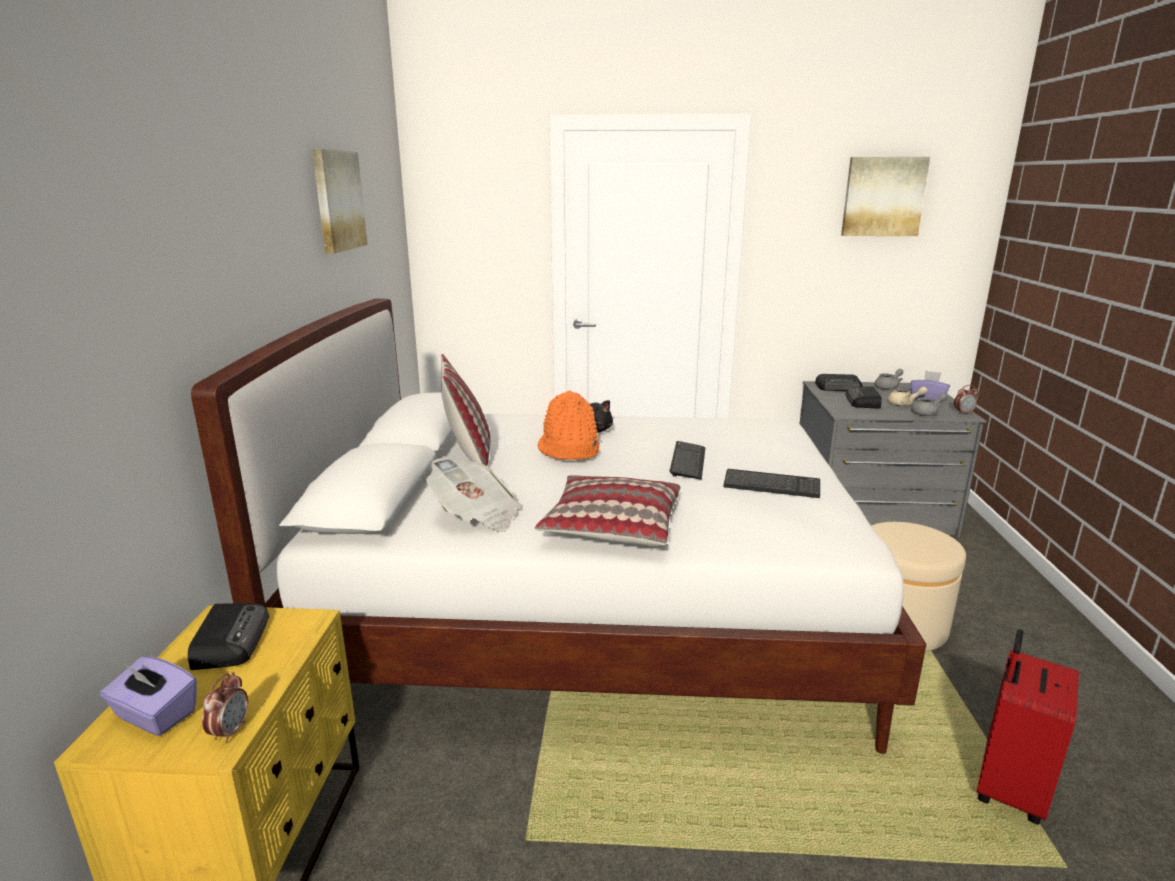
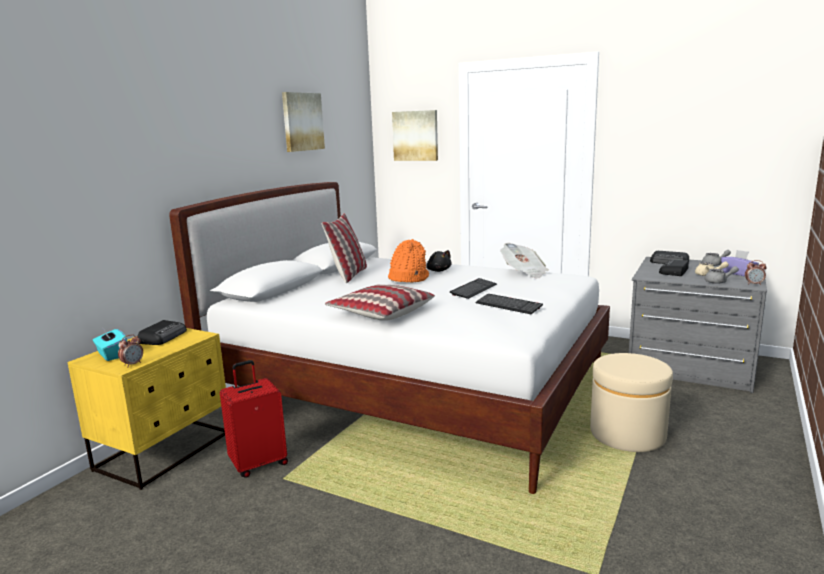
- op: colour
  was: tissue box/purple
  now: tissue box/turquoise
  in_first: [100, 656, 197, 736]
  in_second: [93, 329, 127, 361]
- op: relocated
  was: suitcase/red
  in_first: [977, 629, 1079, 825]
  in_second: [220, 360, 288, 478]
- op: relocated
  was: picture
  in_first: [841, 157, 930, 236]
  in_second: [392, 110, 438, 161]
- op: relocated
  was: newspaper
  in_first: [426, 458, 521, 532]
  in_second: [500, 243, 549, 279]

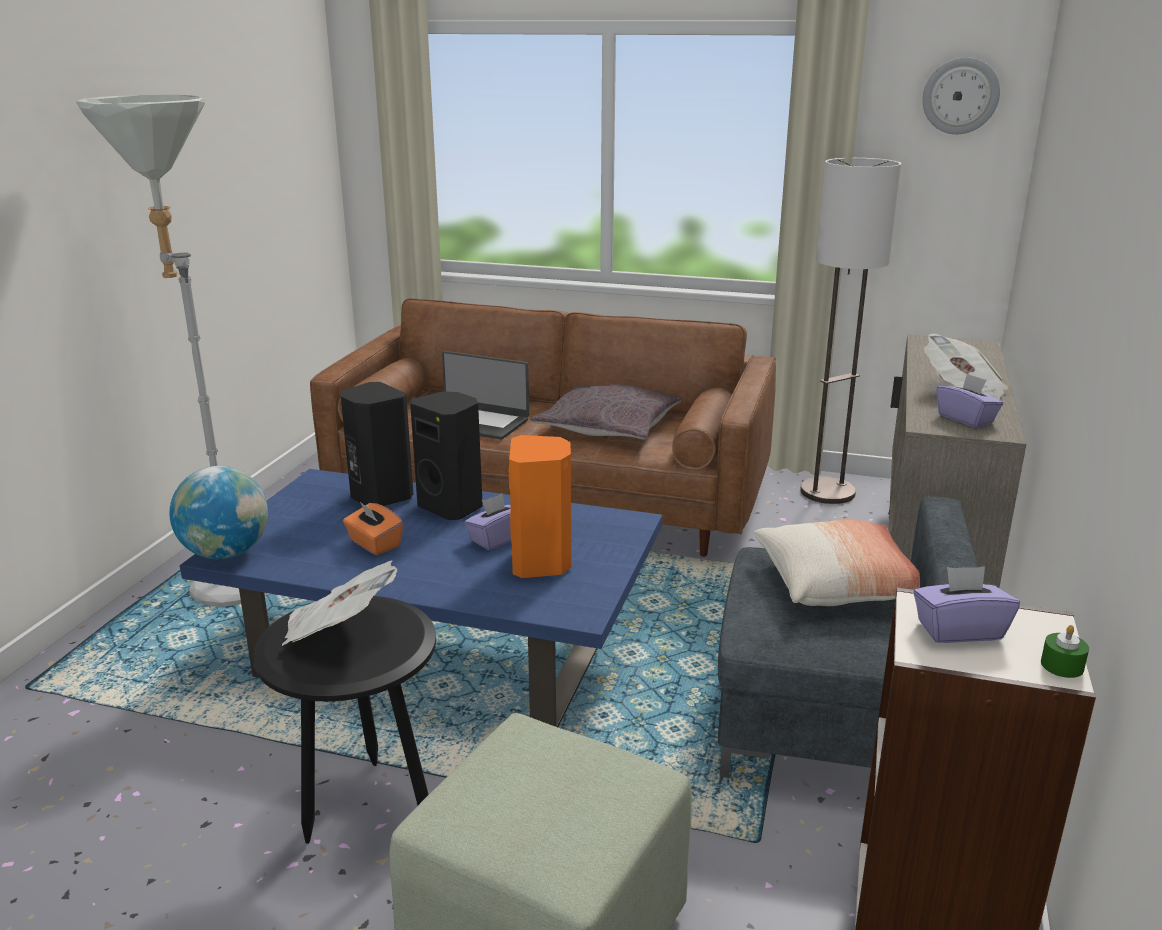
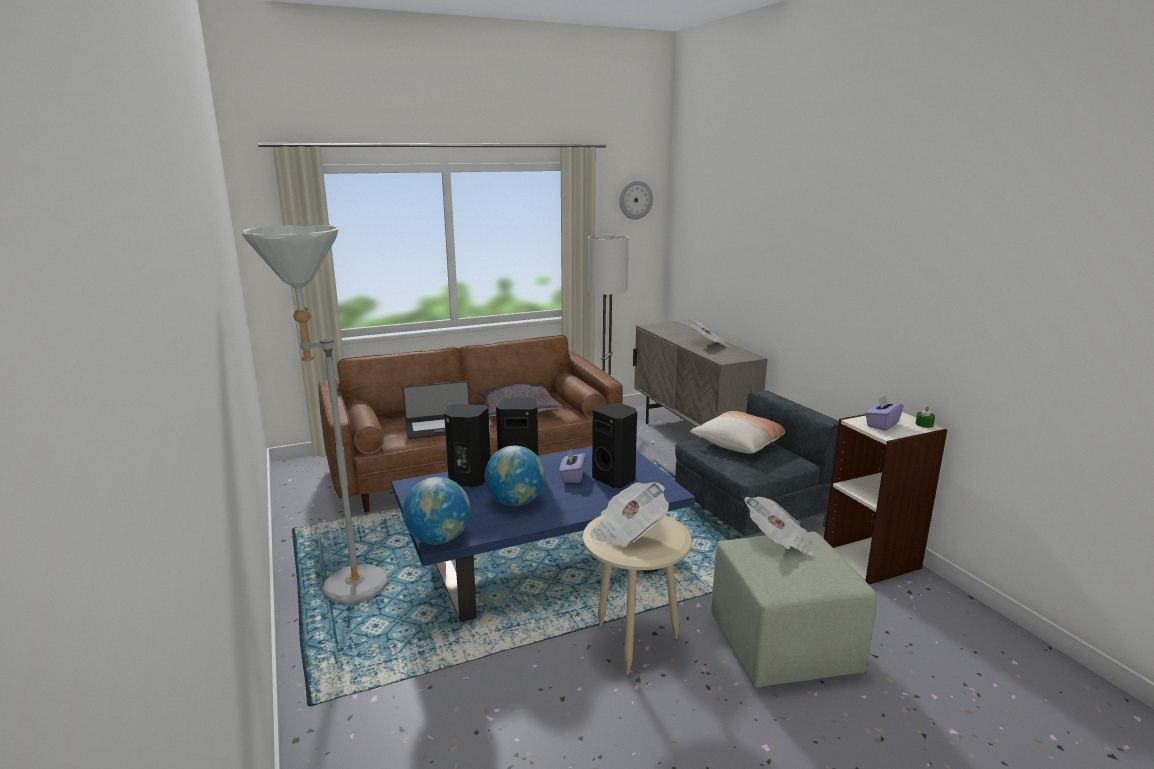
- op: exchanged
  was: tissue box/orange
  now: globe
  in_first: [343, 502, 403, 555]
  in_second: [485, 446, 545, 506]
- op: colour
  was: side table/black
  now: side table/beige
  in_first: [253, 596, 436, 844]
  in_second: [583, 515, 692, 675]
- op: colour
  was: speaker/orange
  now: speaker/black
  in_first: [509, 435, 571, 578]
  in_second: [592, 403, 637, 488]
- op: appeared
  now: newspaper
  in_second: [744, 496, 813, 556]
- op: missing
  was: tissue box/purple
  in_first: [936, 373, 1003, 428]

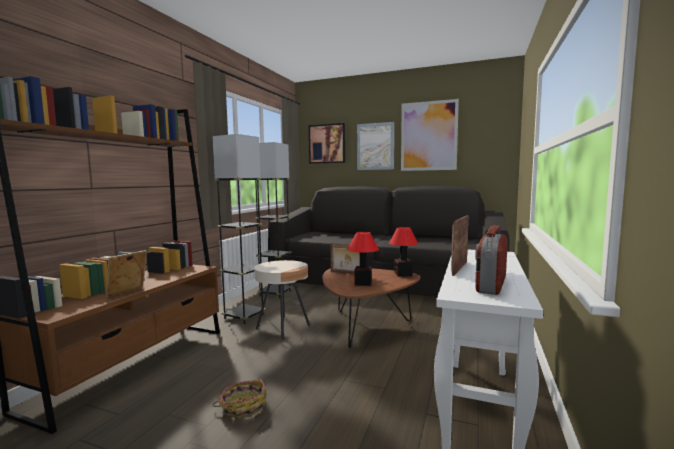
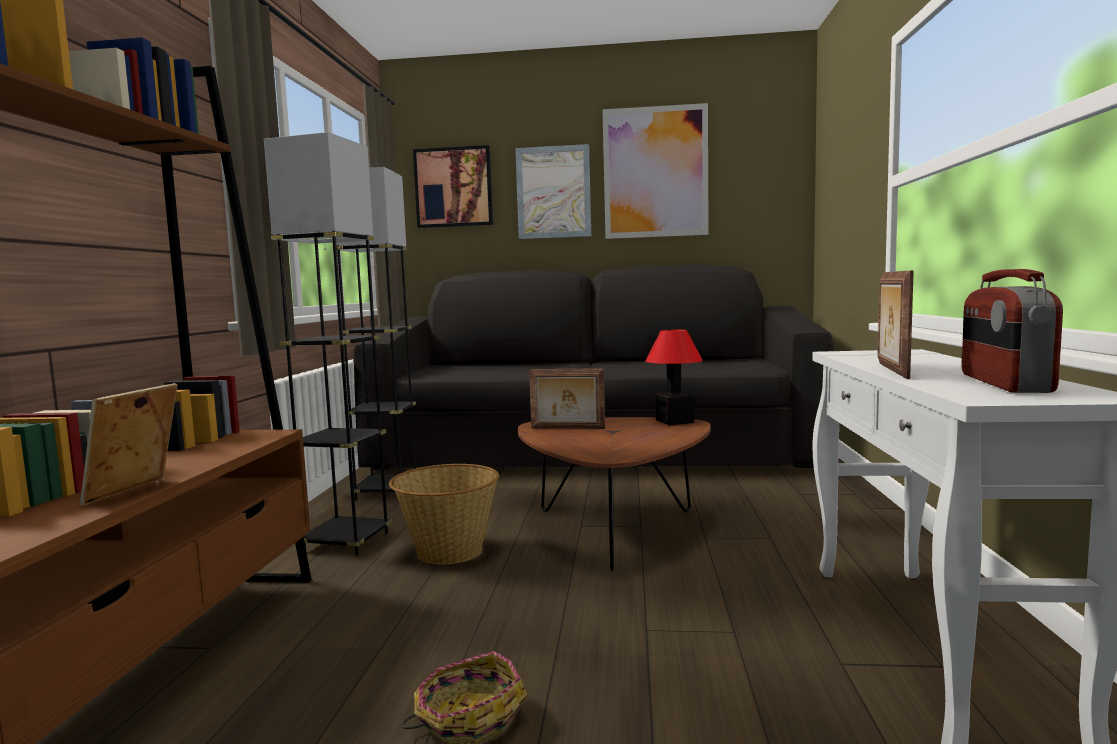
- op: exchanged
  was: side table/beige
  now: basket
  in_first: [254, 260, 310, 339]
  in_second: [389, 464, 499, 565]
- op: missing
  was: table lamp
  in_first: [347, 232, 379, 286]

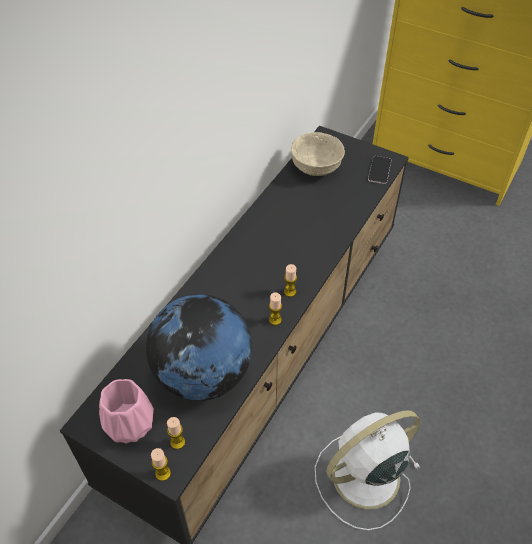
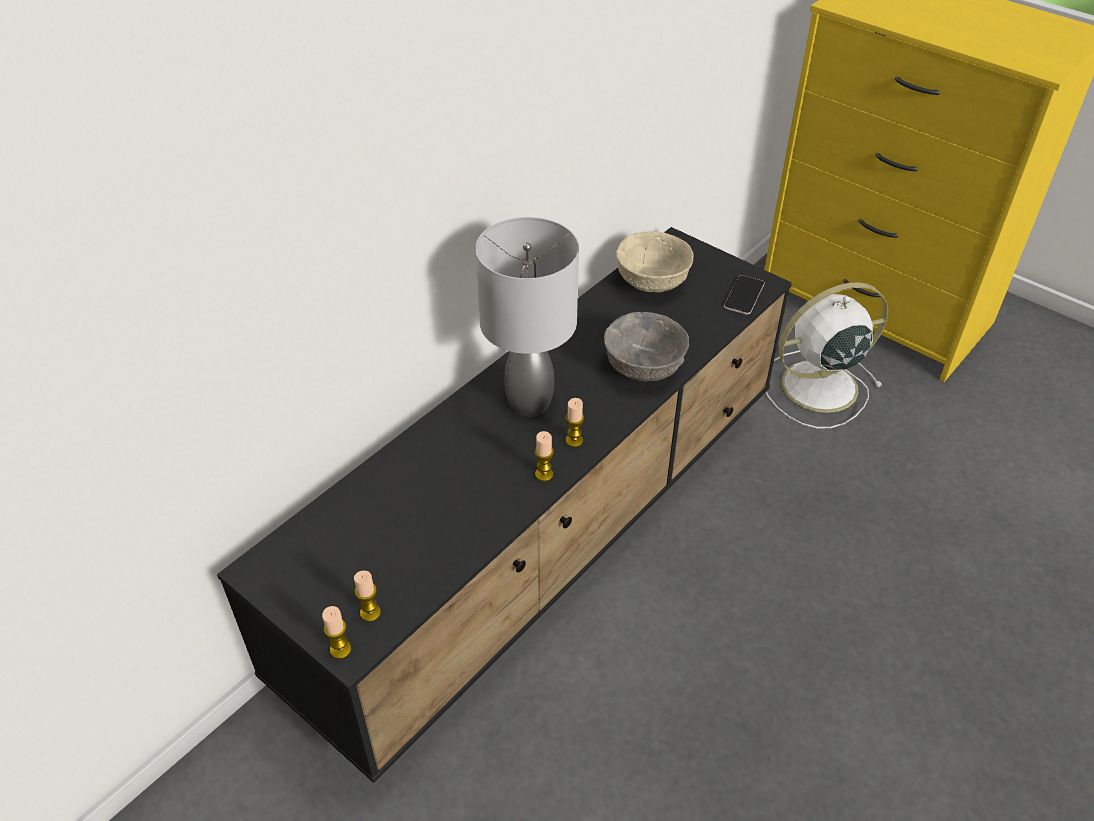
- op: appeared
  now: table lamp/grey
  in_second: [475, 217, 579, 417]
- op: appeared
  now: bowl/grey
  in_second: [604, 312, 689, 382]
- op: relocated
  was: fan/white
  in_first: [315, 410, 420, 531]
  in_second: [765, 282, 888, 428]
- op: missing
  was: vase/pink
  in_first: [99, 379, 154, 443]
- op: missing
  was: globe
  in_first: [146, 294, 252, 401]

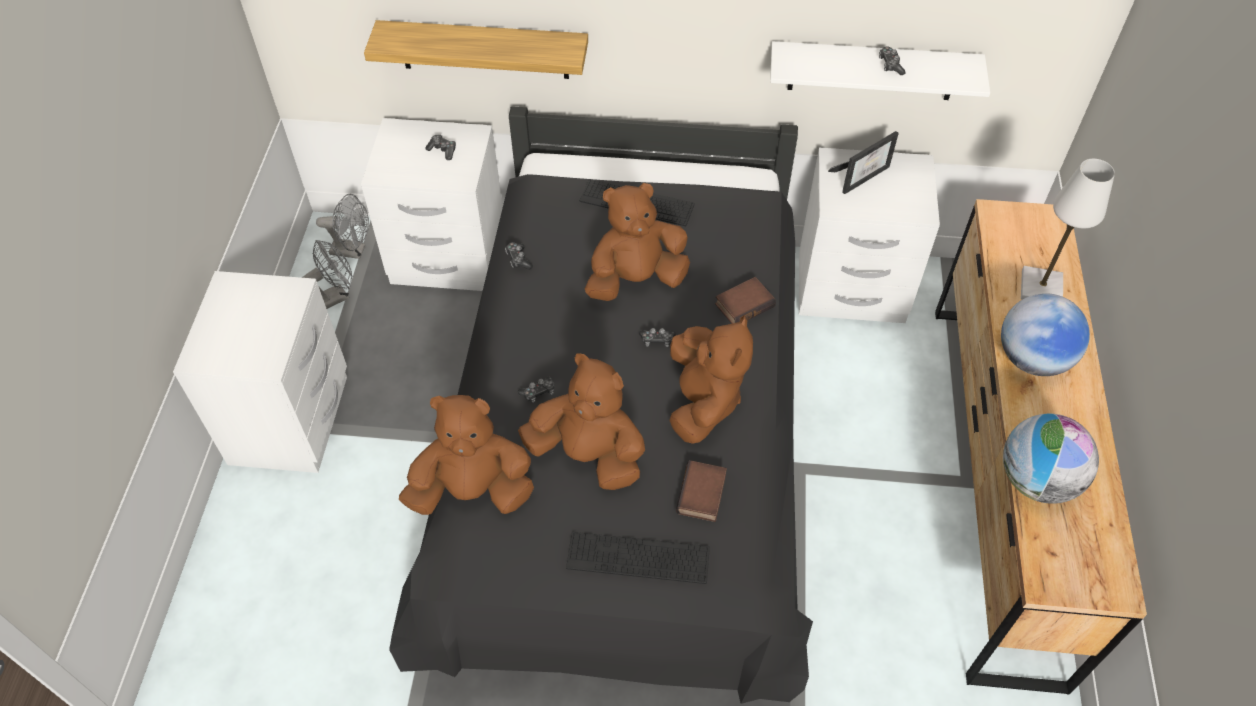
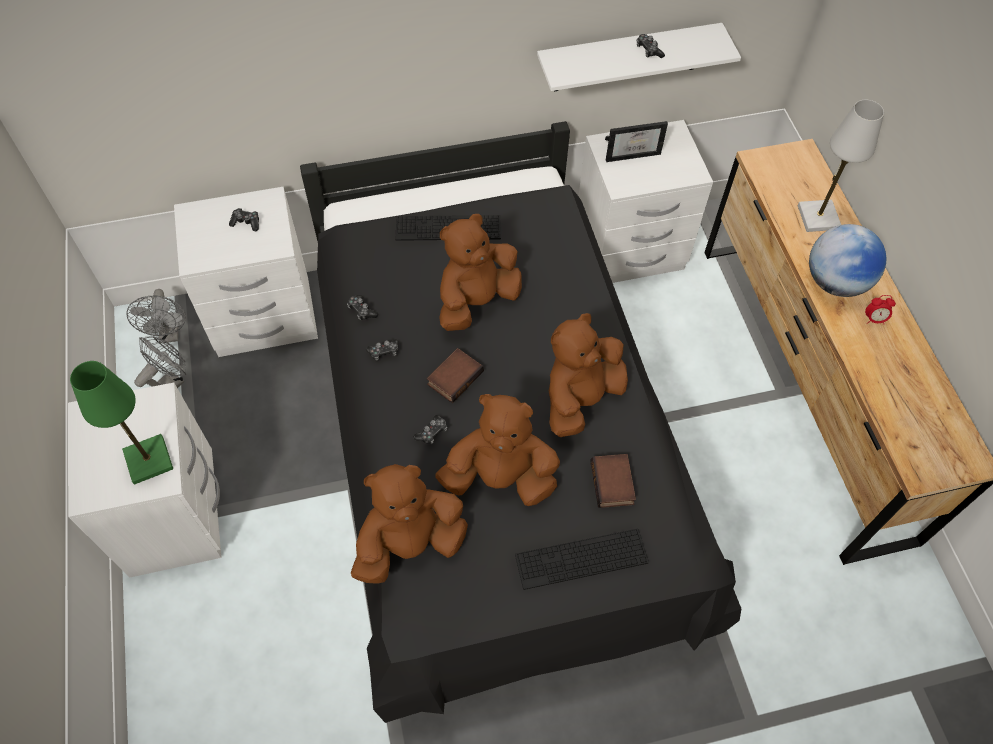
- op: appeared
  now: table lamp/green
  in_second: [70, 361, 173, 484]
- op: spun
  was: fan/grey
  in_first: [316, 194, 369, 259]
  in_second: [126, 289, 186, 343]
  clockwise: 90
- op: relocated
  was: game controller
  in_first: [639, 328, 676, 347]
  in_second: [366, 339, 399, 361]
- op: relocated
  was: book
  in_first: [715, 277, 776, 324]
  in_second: [427, 348, 484, 403]
- op: spun
  was: plush toy/brown
  in_first: [669, 315, 753, 444]
  in_second: [549, 313, 628, 437]
  clockwise: -120
- op: spun
  was: picture frame
  in_first: [828, 131, 899, 194]
  in_second: [605, 121, 668, 162]
  clockwise: 45
- op: appeared
  now: alarm clock
  in_second: [865, 295, 896, 324]
- op: missing
  was: shelf
  in_first: [364, 20, 588, 79]
- op: missing
  was: globe
  in_first: [1003, 414, 1099, 504]

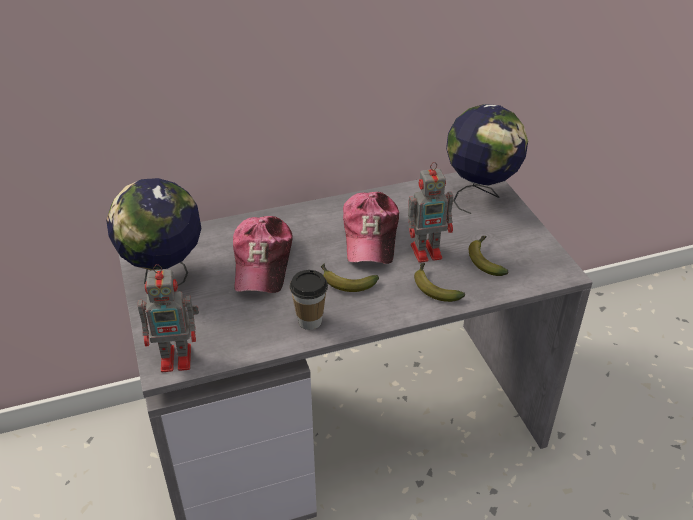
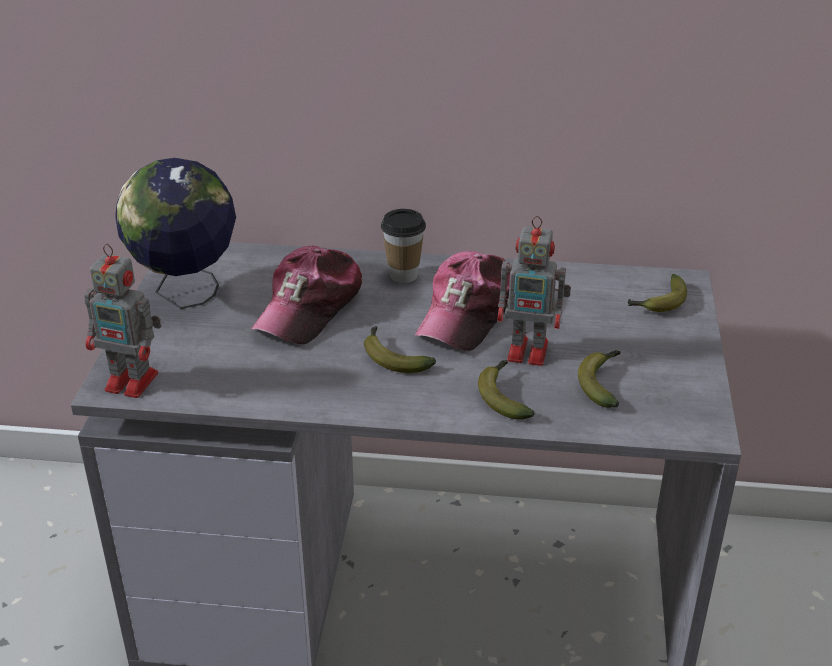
- op: relocated
  was: cup
  in_first: [290, 270, 328, 330]
  in_second: [381, 209, 426, 283]
- op: exchanged
  was: globe
  now: banana
  in_first: [446, 104, 528, 214]
  in_second: [628, 274, 687, 312]

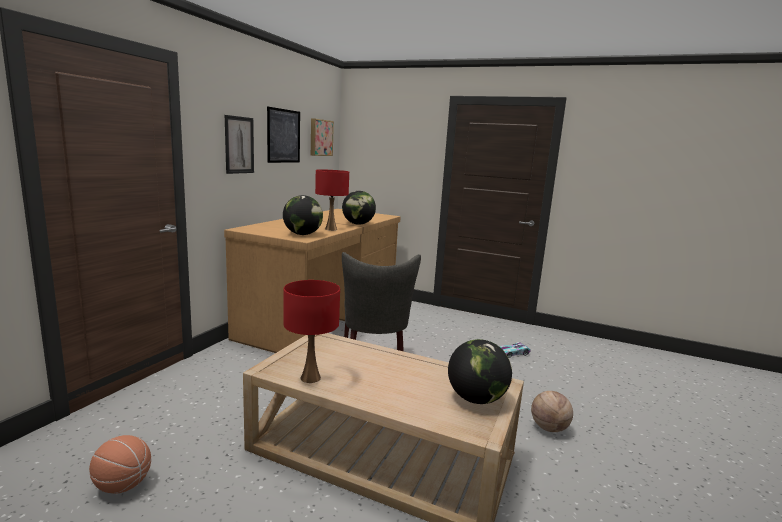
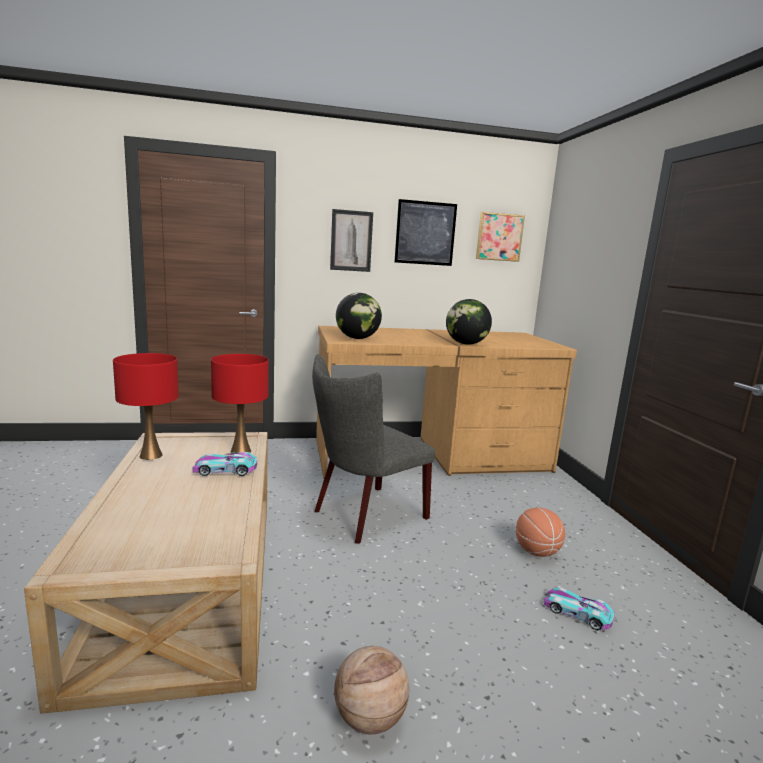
- op: appeared
  now: toy car
  in_second: [193, 452, 257, 476]
- op: relocated
  was: table lamp/red
  in_first: [315, 169, 349, 231]
  in_second: [211, 354, 269, 453]
- op: relocated
  was: basketball
  in_first: [89, 435, 151, 494]
  in_second: [516, 508, 565, 557]
- op: missing
  was: globe
  in_first: [448, 339, 512, 404]

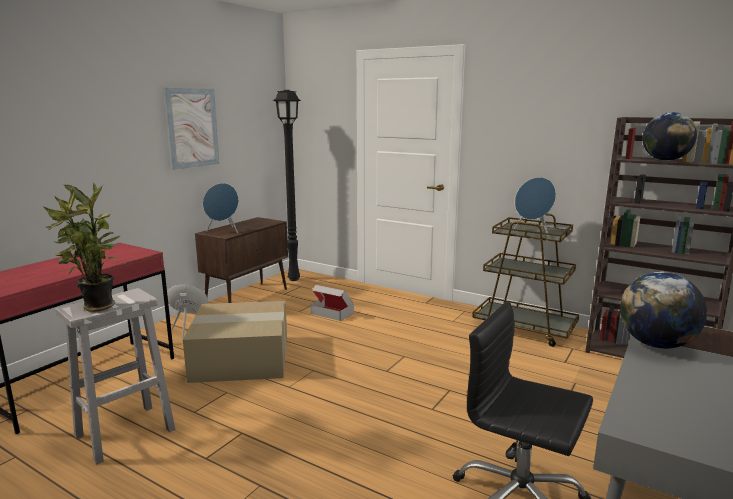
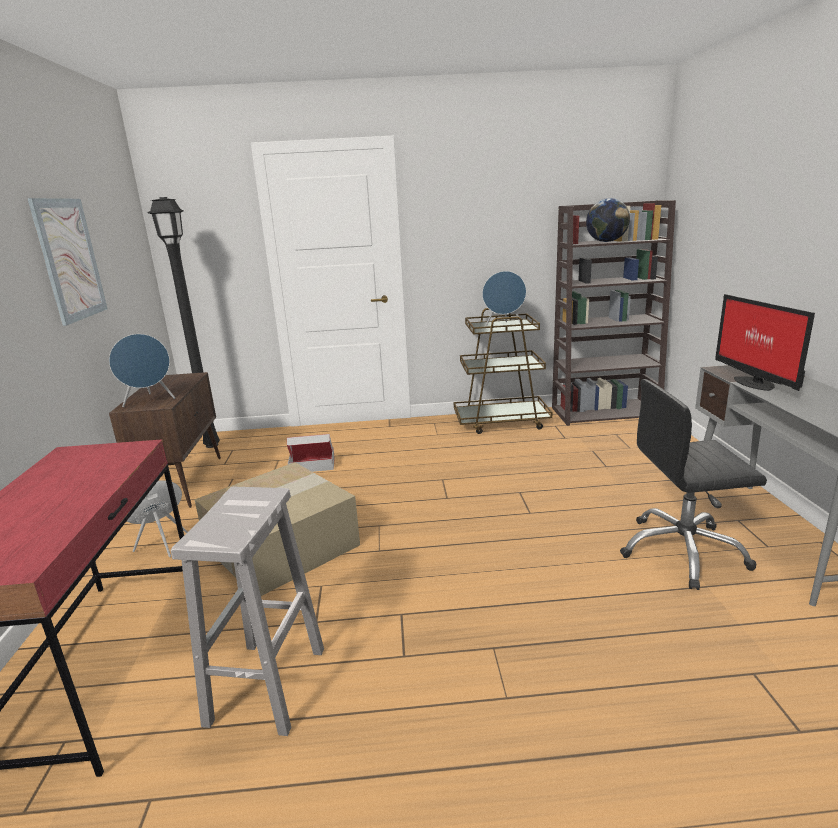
- op: exchanged
  was: globe
  now: monitor
  in_first: [620, 272, 707, 349]
  in_second: [716, 294, 815, 391]
- op: missing
  was: potted plant
  in_first: [43, 182, 121, 312]

